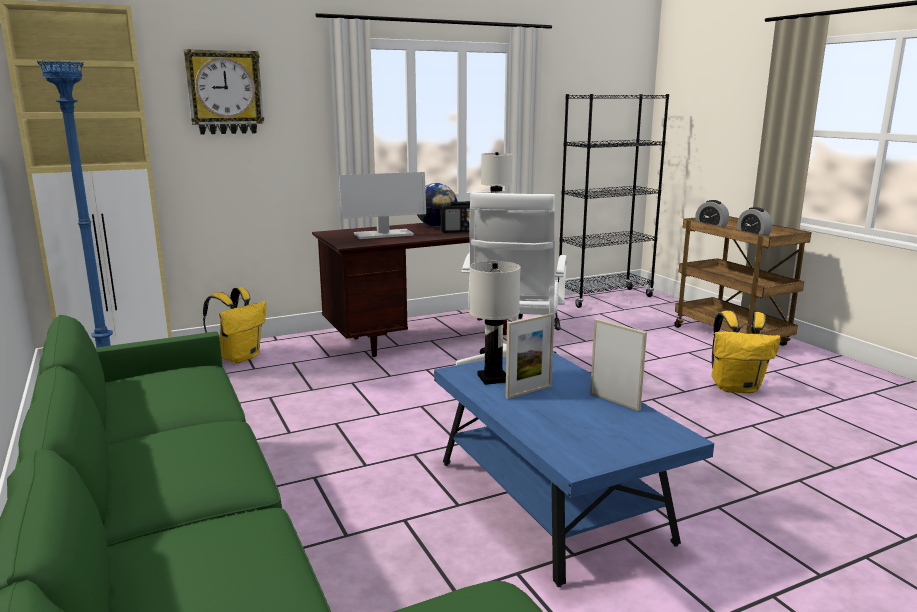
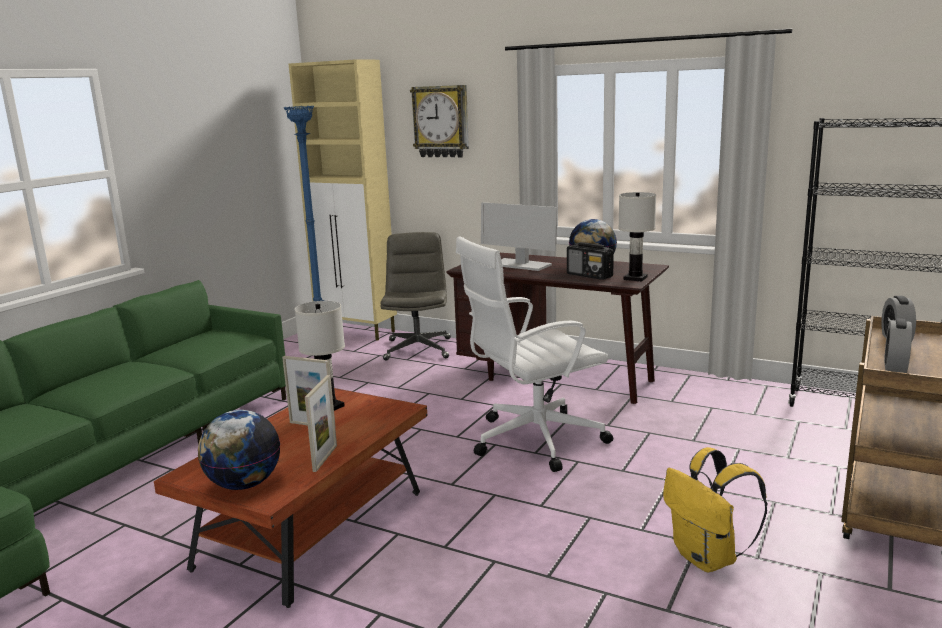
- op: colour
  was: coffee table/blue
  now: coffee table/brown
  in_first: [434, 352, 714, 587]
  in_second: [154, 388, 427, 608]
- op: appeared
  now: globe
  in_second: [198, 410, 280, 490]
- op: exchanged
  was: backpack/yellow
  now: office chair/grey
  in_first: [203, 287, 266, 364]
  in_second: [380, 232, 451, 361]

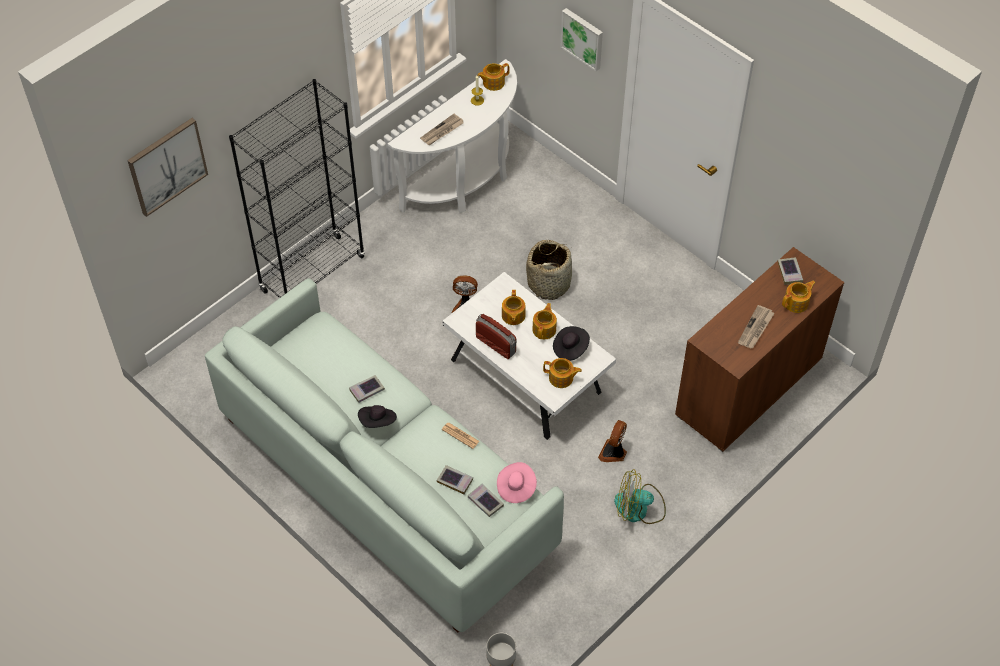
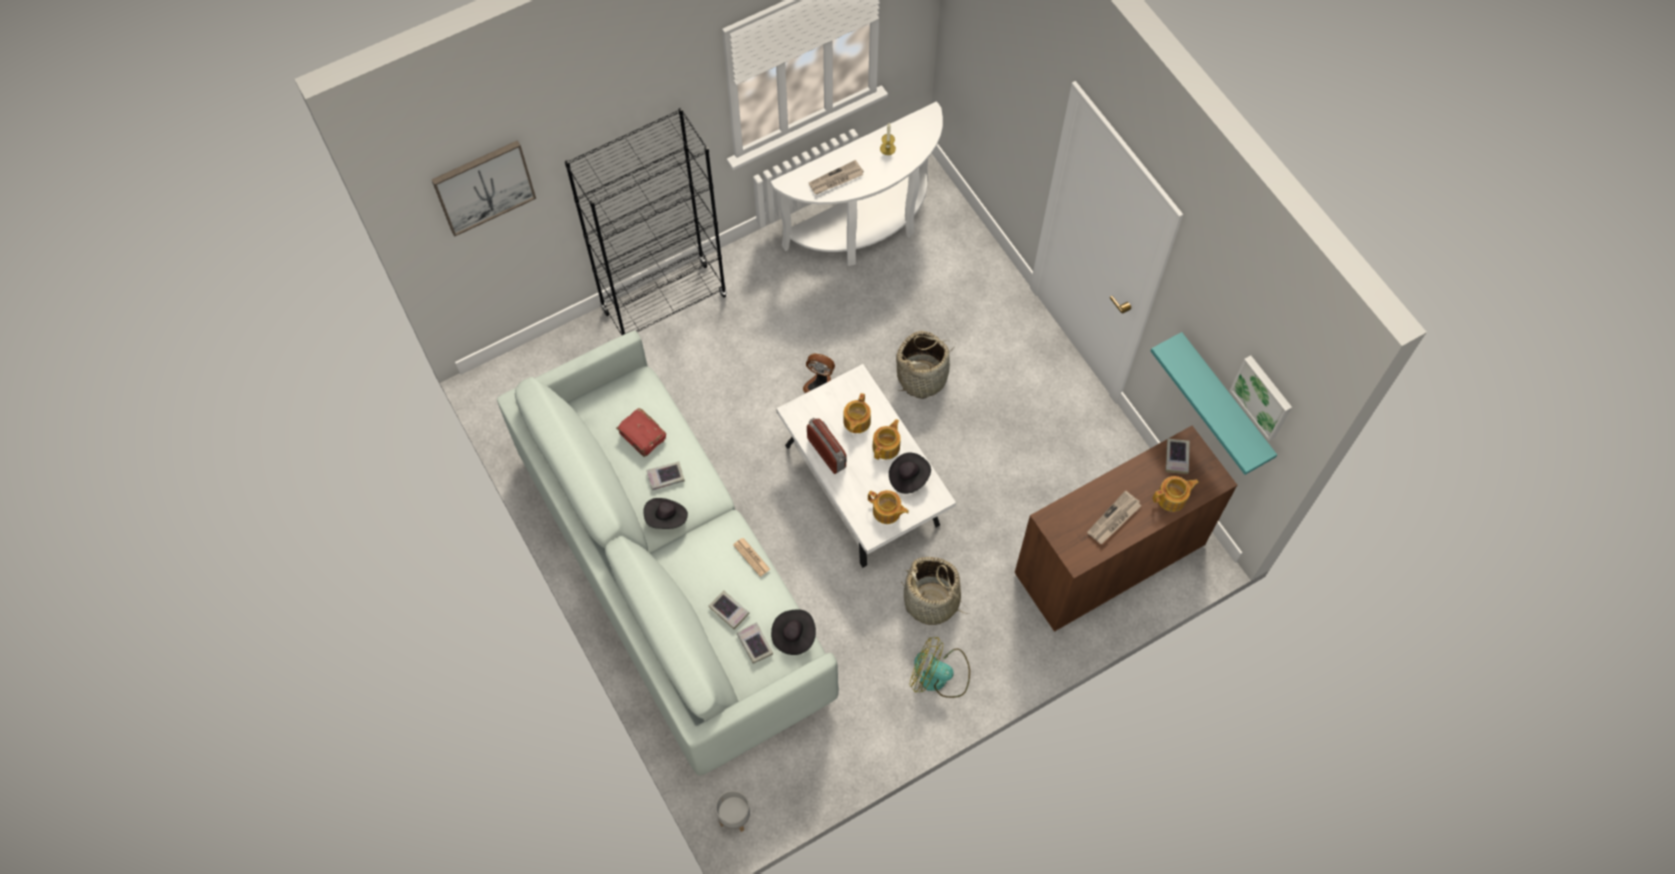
- op: appeared
  now: book/red
  in_second: [616, 408, 666, 457]
- op: colour
  was: hat/pink
  now: hat/black
  in_first: [497, 462, 537, 503]
  in_second: [771, 609, 816, 655]
- op: exchanged
  was: fan
  now: basket
  in_first: [598, 420, 627, 462]
  in_second: [901, 557, 969, 625]
- op: appeared
  now: shelf/turquoise
  in_second: [1151, 332, 1277, 475]
- op: relocated
  was: picture
  in_first: [560, 8, 603, 71]
  in_second: [1230, 355, 1292, 441]
- op: missing
  was: teapot
  in_first: [477, 63, 510, 91]

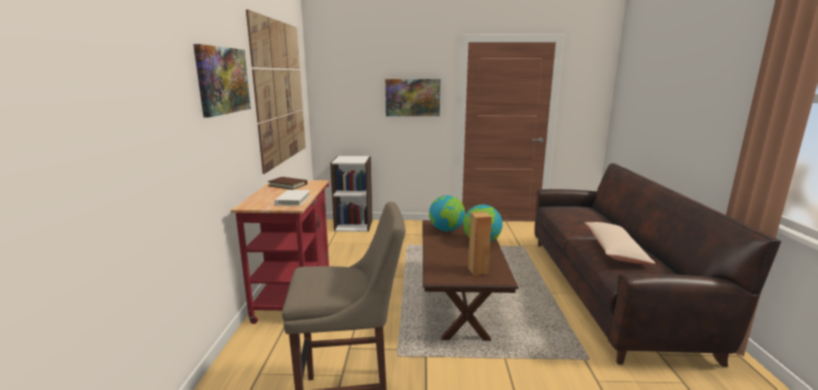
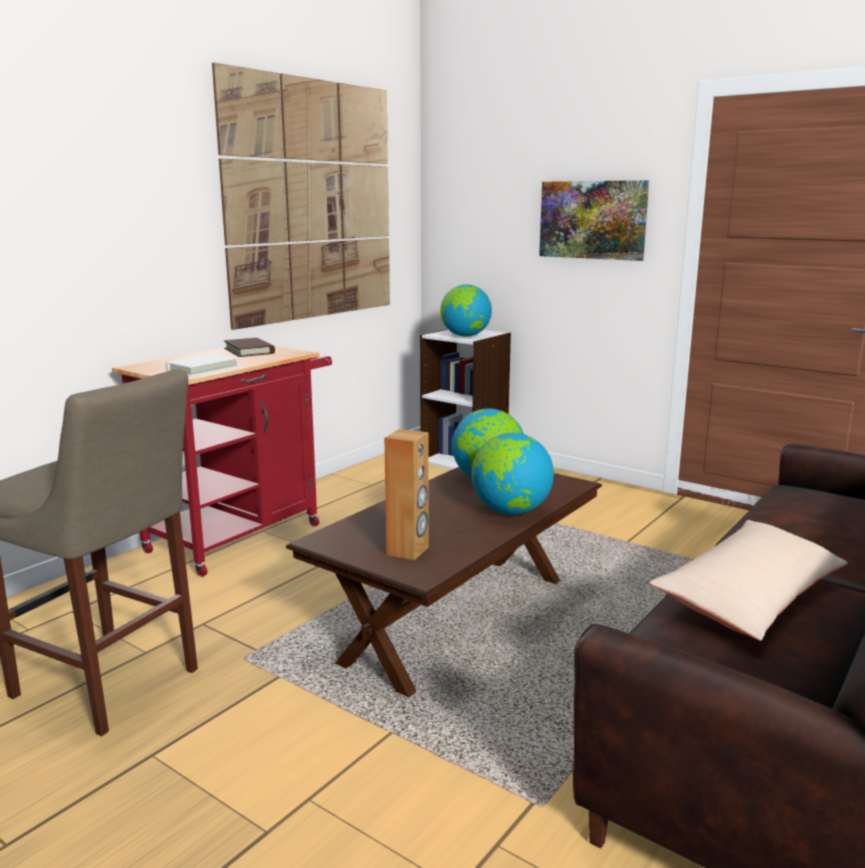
- op: appeared
  now: globe
  in_second: [440, 285, 492, 337]
- op: missing
  was: picture
  in_first: [193, 44, 251, 117]

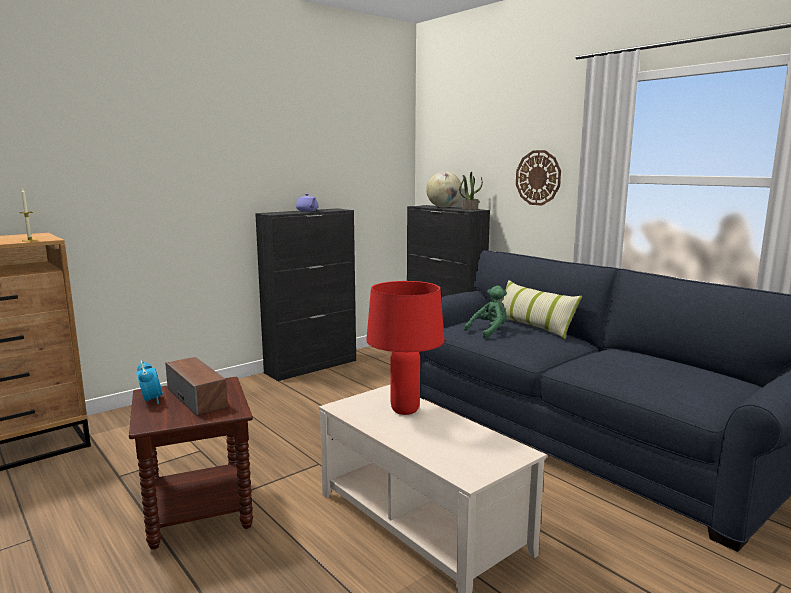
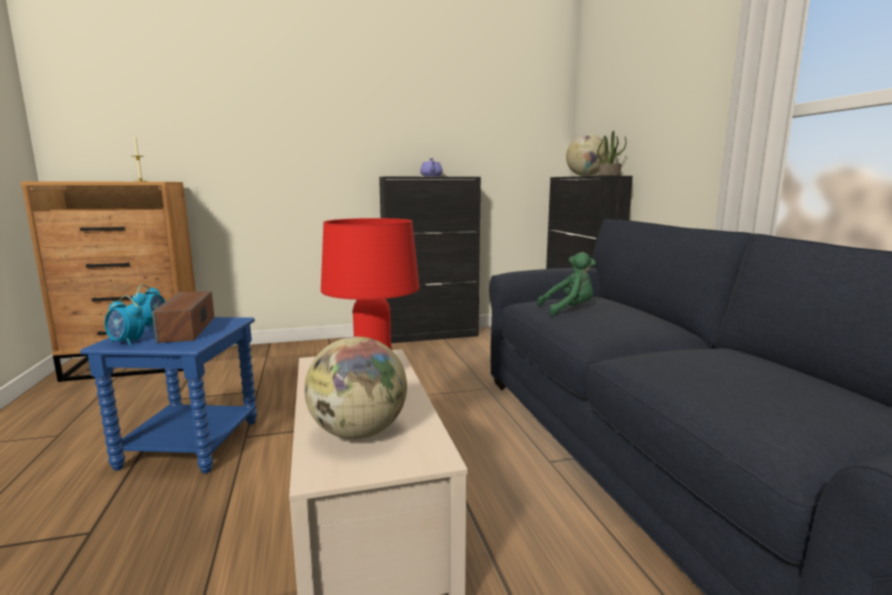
- op: colour
  was: side table/brown
  now: side table/blue
  in_first: [129, 377, 253, 550]
  in_second: [80, 317, 257, 474]
- op: appeared
  now: alarm clock
  in_second: [105, 295, 145, 346]
- op: appeared
  now: globe
  in_second: [304, 337, 407, 439]
- op: missing
  was: pillow
  in_first: [502, 280, 582, 339]
- op: missing
  was: wall clock
  in_first: [516, 150, 561, 206]

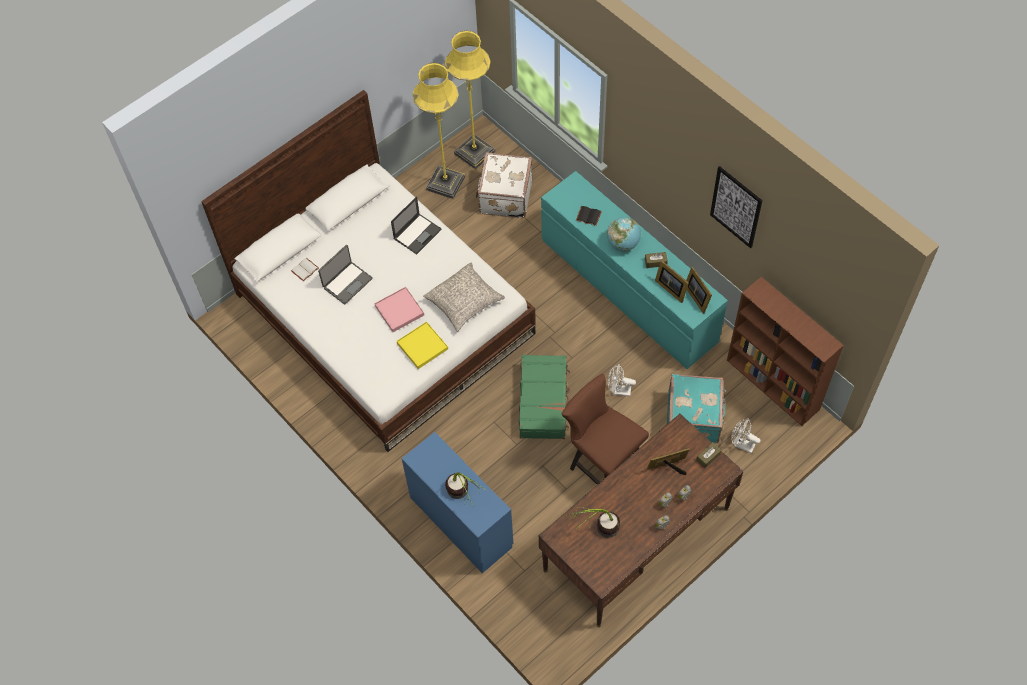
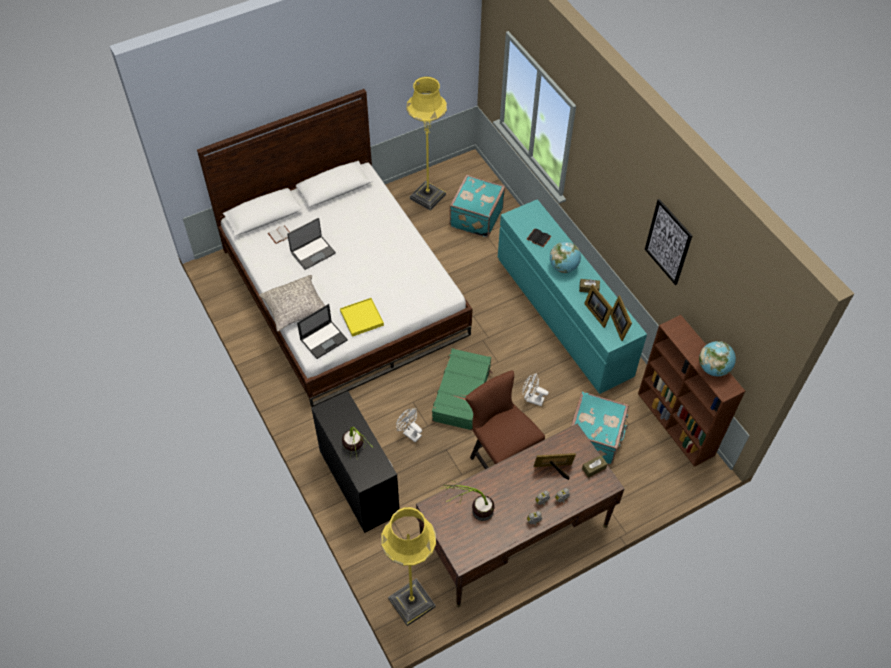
- op: relocated
  was: pillow/grey
  in_first: [423, 263, 505, 332]
  in_second: [259, 275, 331, 331]
- op: relocated
  was: laptop
  in_first: [391, 196, 442, 255]
  in_second: [297, 304, 348, 359]
- op: colour
  was: desk/blue
  now: desk/black
  in_first: [402, 432, 514, 573]
  in_second: [311, 391, 400, 533]
- op: relocated
  was: floor lamp/yellow
  in_first: [445, 31, 495, 169]
  in_second: [381, 507, 436, 626]
- op: relocated
  was: fan/white
  in_first: [731, 418, 761, 453]
  in_second: [396, 408, 422, 442]
- op: colour
  was: suitcase/white
  now: suitcase/turquoise
  in_first: [476, 152, 532, 218]
  in_second: [449, 175, 505, 238]
- op: appeared
  now: globe
  in_second: [699, 341, 736, 377]
- op: missing
  was: tray/pink
  in_first: [374, 287, 424, 332]

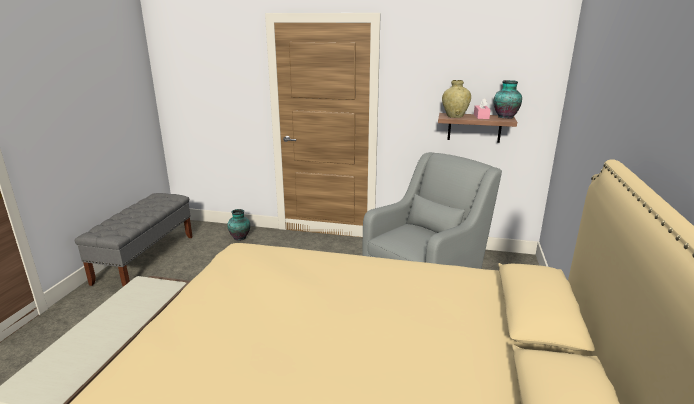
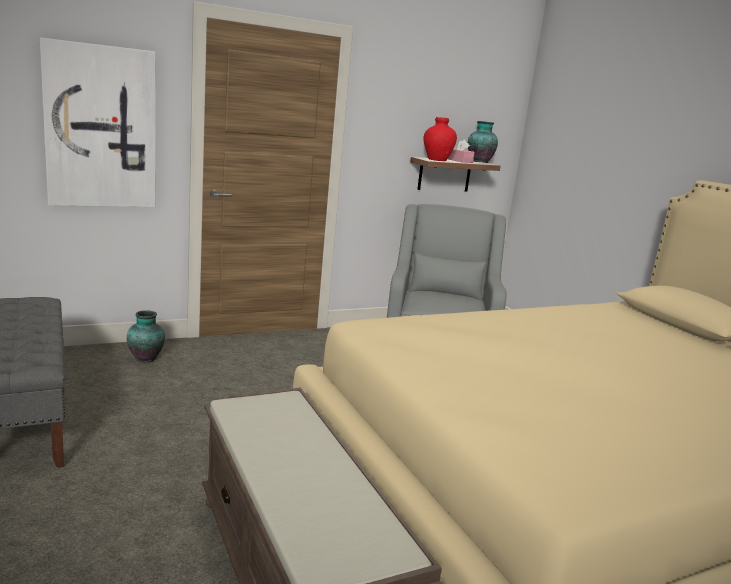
- op: appeared
  now: picture
  in_second: [40, 37, 156, 207]
- op: colour
  was: vase/beige
  now: vase/red
  in_first: [442, 80, 471, 118]
  in_second: [423, 117, 457, 161]

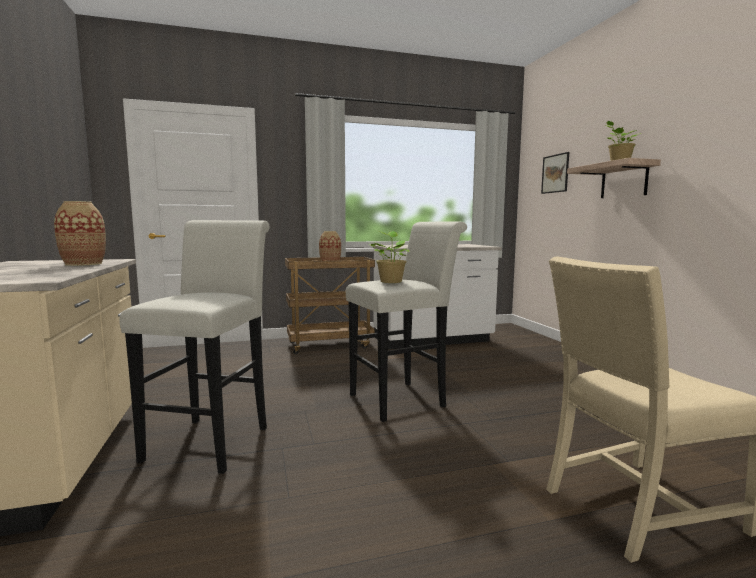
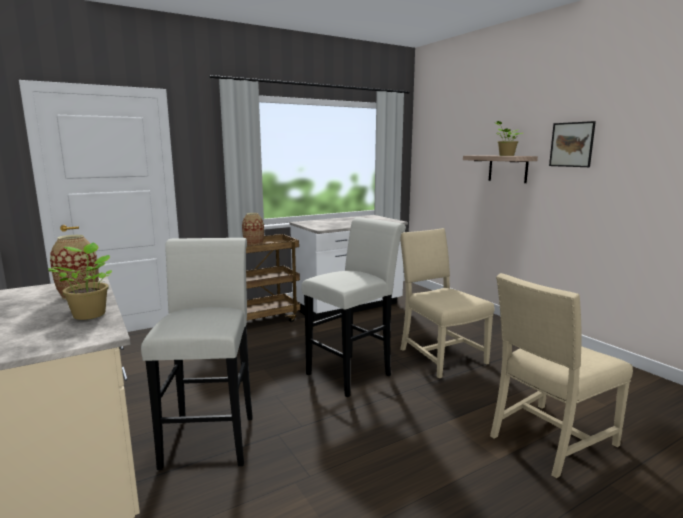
- op: relocated
  was: potted plant
  in_first: [369, 231, 410, 283]
  in_second: [48, 242, 112, 320]
- op: appeared
  now: chair/beige
  in_second: [400, 228, 495, 378]
- op: relocated
  was: picture
  in_first: [541, 152, 569, 194]
  in_second: [549, 121, 596, 167]

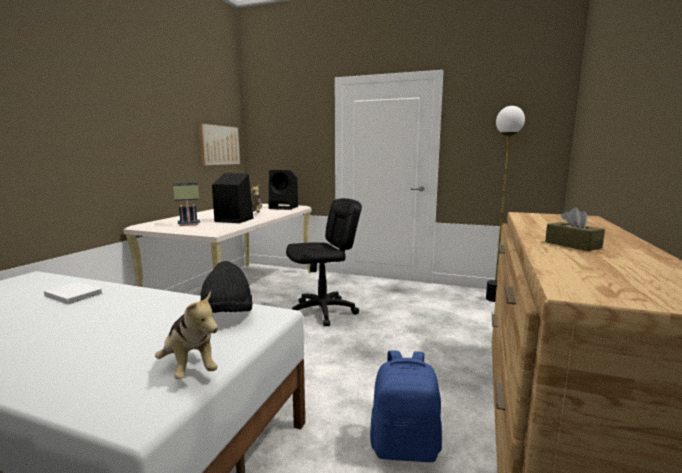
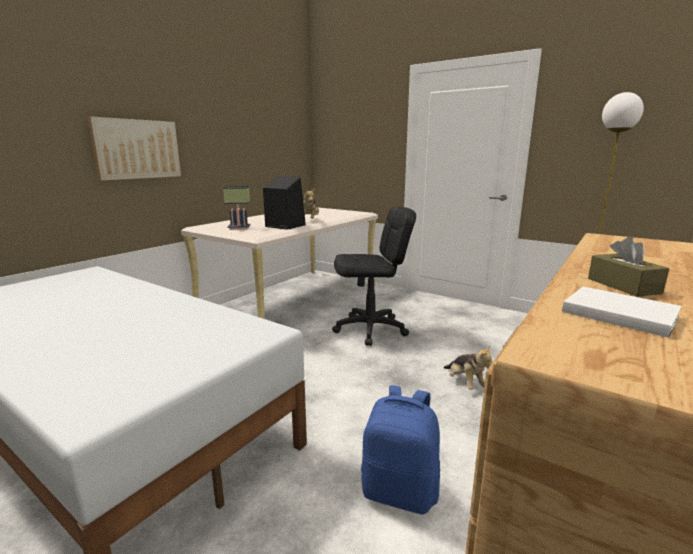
- op: relocated
  was: picture
  in_first: [199, 124, 240, 166]
  in_second: [88, 116, 181, 181]
- op: relocated
  was: plush toy
  in_first: [155, 291, 218, 379]
  in_second: [443, 346, 493, 390]
- op: relocated
  was: book/white
  in_first: [44, 282, 103, 304]
  in_second: [562, 287, 682, 338]
- op: missing
  was: hat/black
  in_first: [201, 261, 252, 313]
- op: missing
  was: speaker/black
  in_first: [269, 170, 298, 210]

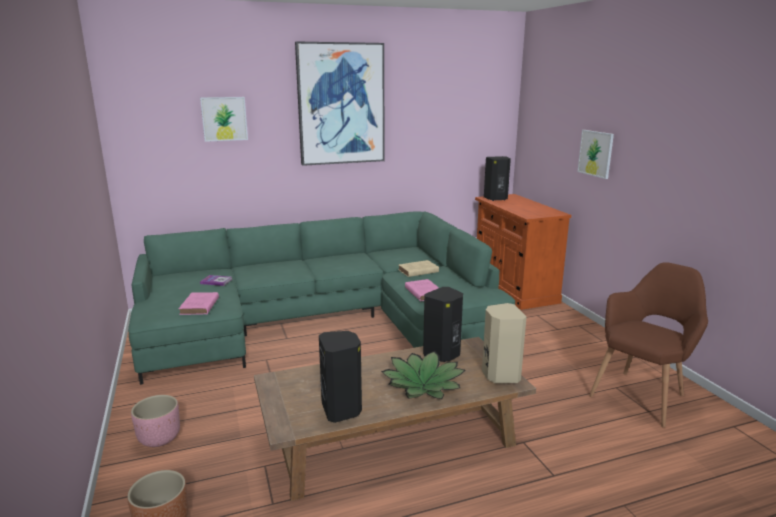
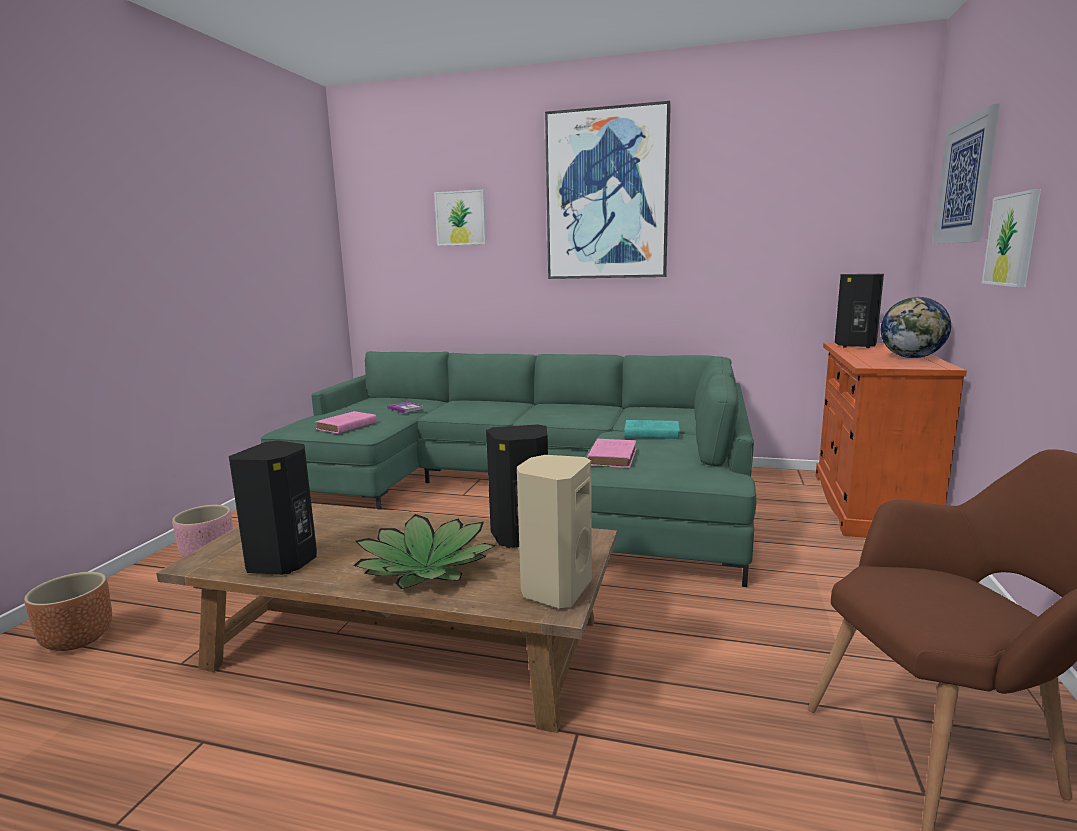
- op: colour
  was: book/beige
  now: book/turquoise
  in_first: [398, 260, 439, 277]
  in_second: [624, 420, 680, 439]
- op: appeared
  now: globe
  in_second: [881, 297, 951, 358]
- op: appeared
  now: picture
  in_second: [933, 103, 1000, 244]

